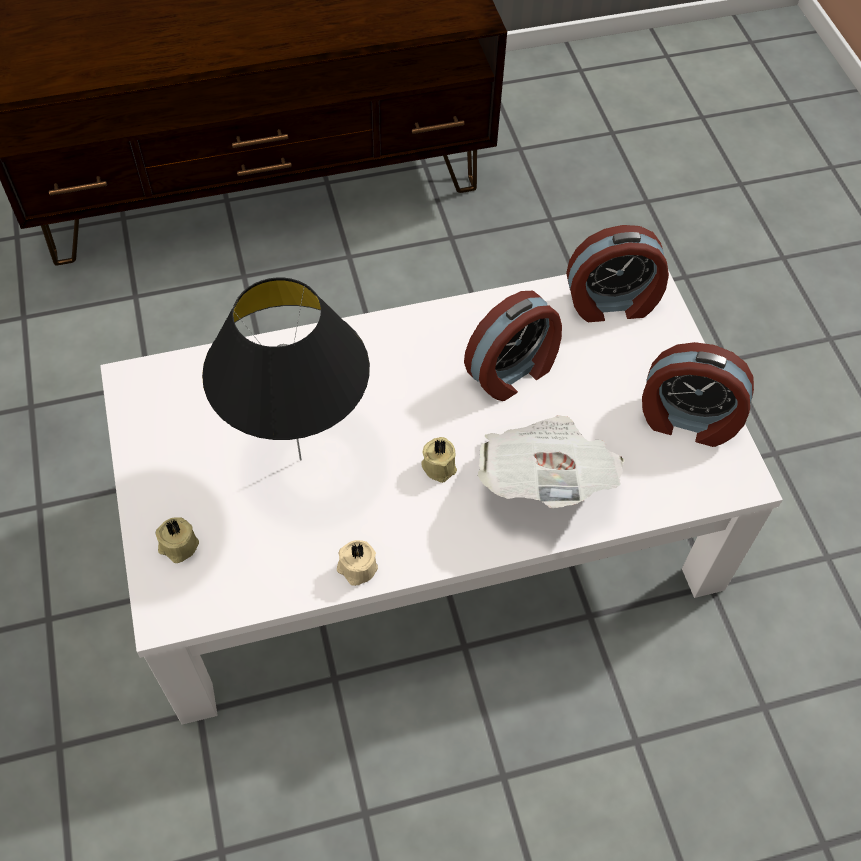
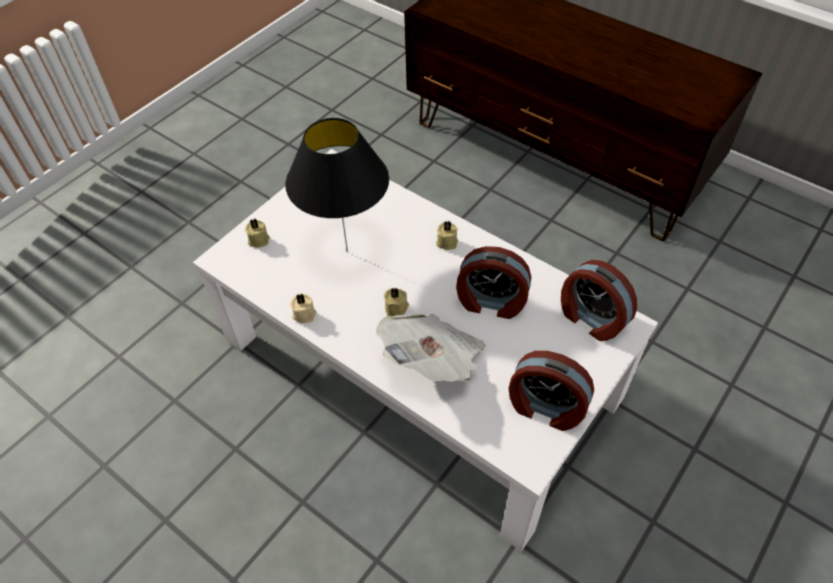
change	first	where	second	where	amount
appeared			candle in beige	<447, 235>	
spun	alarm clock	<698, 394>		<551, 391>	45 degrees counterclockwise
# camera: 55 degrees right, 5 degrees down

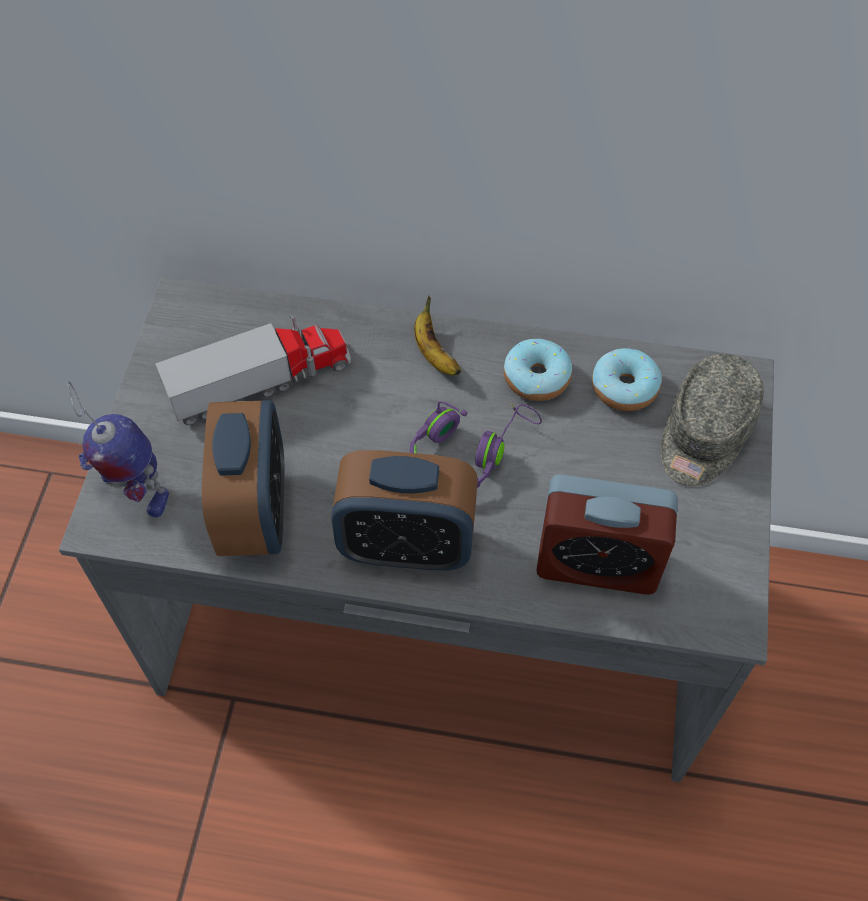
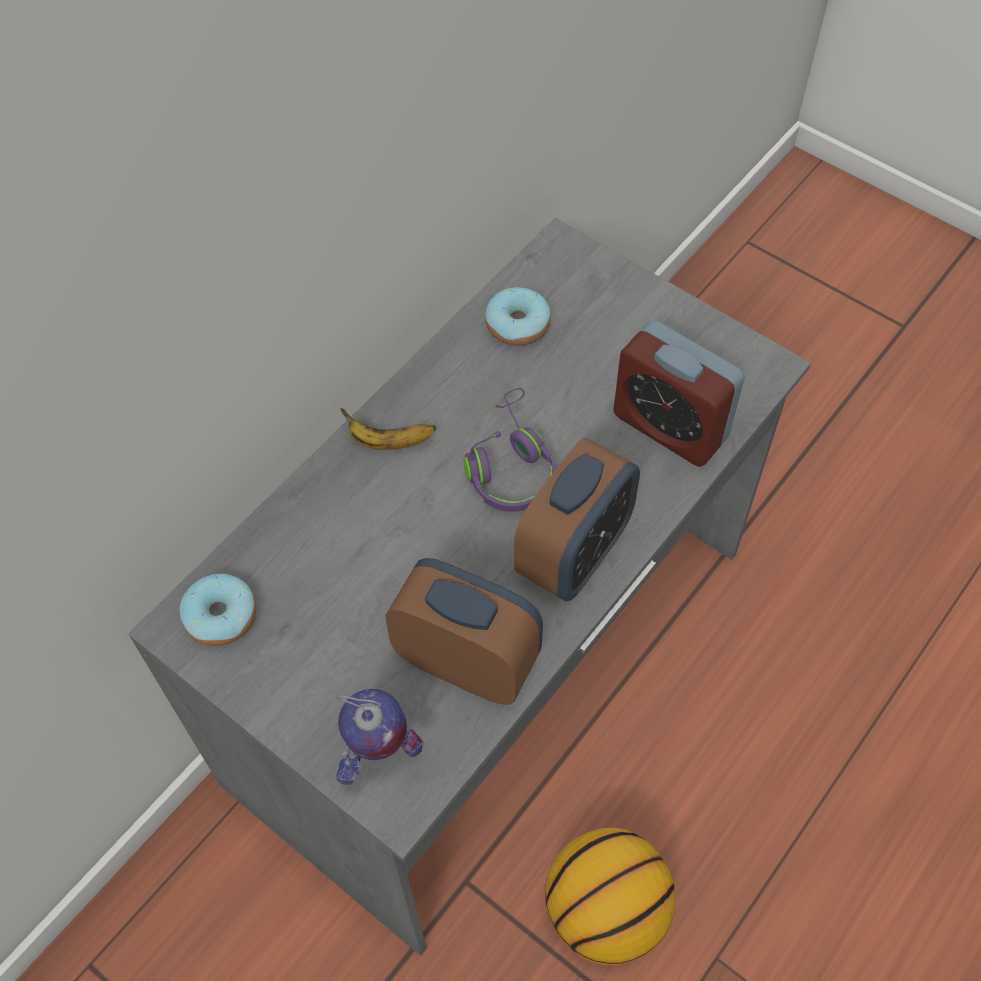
change	first	where	second	where	amount
relocated	donut	<538, 370>		<218, 610>	
appeared			basketball	<610, 896>	
spun	alarm clock	<607, 534>		<679, 393>	90 degrees clockwise
missing	toy truck	<253, 370>			
missing	cap in grey	<712, 420>			
# camera: 60 degrees left, 0 degrees up

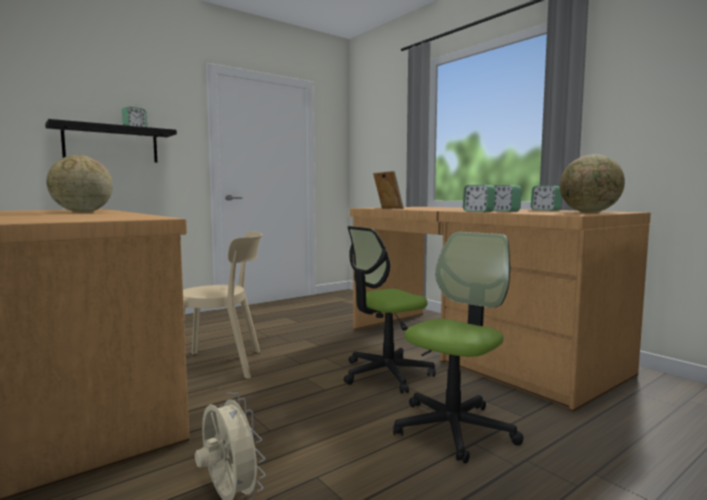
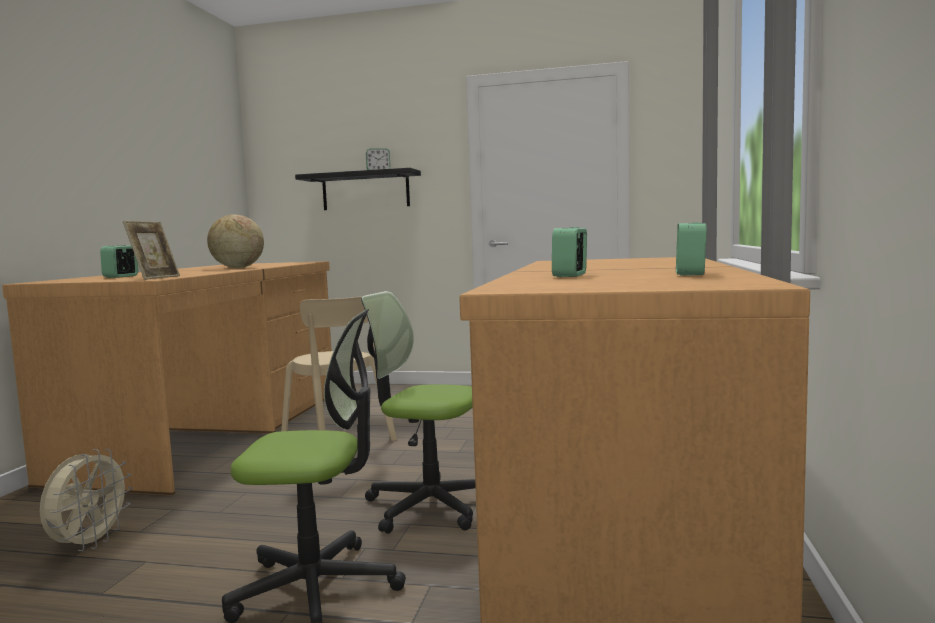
change	first	where	second	where	amount
relocated	alarm clock	<479, 198>		<119, 261>	
relocated	picture frame	<388, 190>		<151, 250>	
missing	globe	<592, 183>			
# camera: 50 degrees right, 0 degrees up

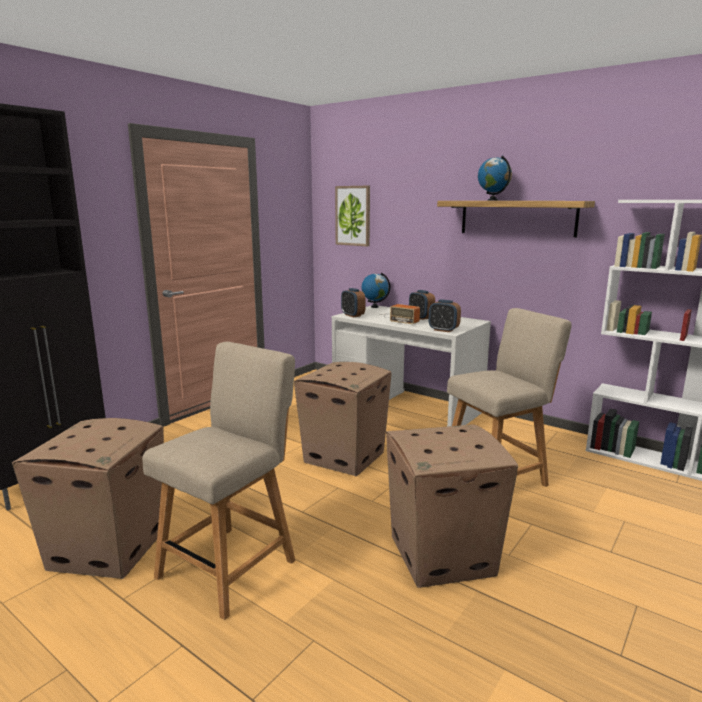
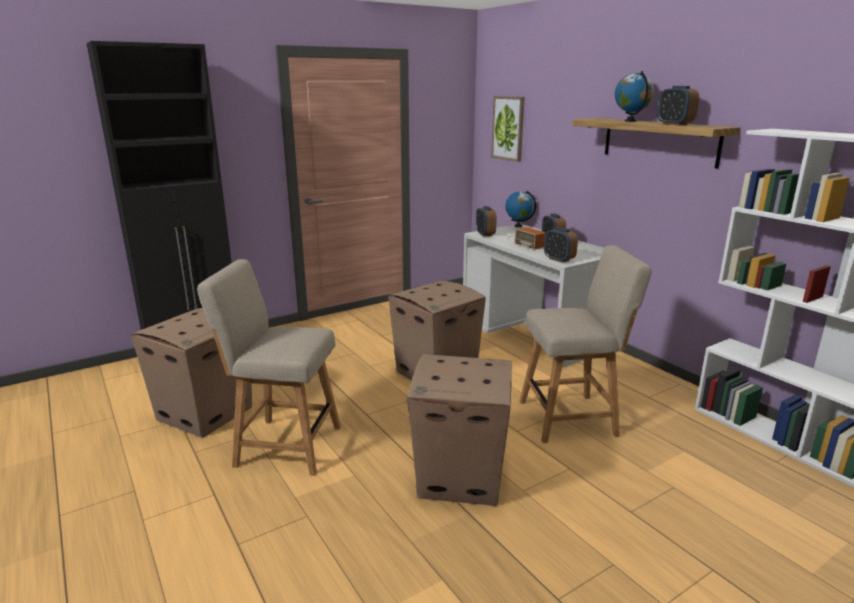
change	first	where	second	where	amount
spun	chair in beige	<218, 481>		<269, 367>	135 degrees counterclockwise
appeared			alarm clock	<678, 105>	
# camera: 20 degrees right, 5 degrees up

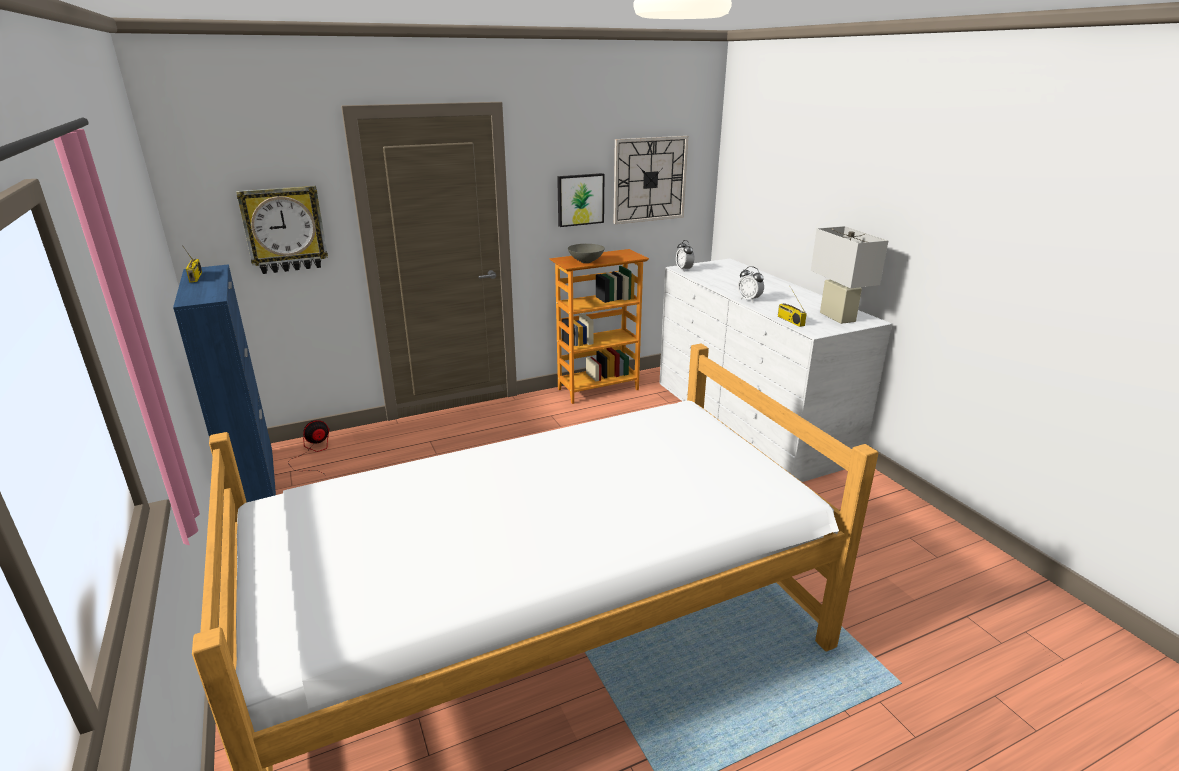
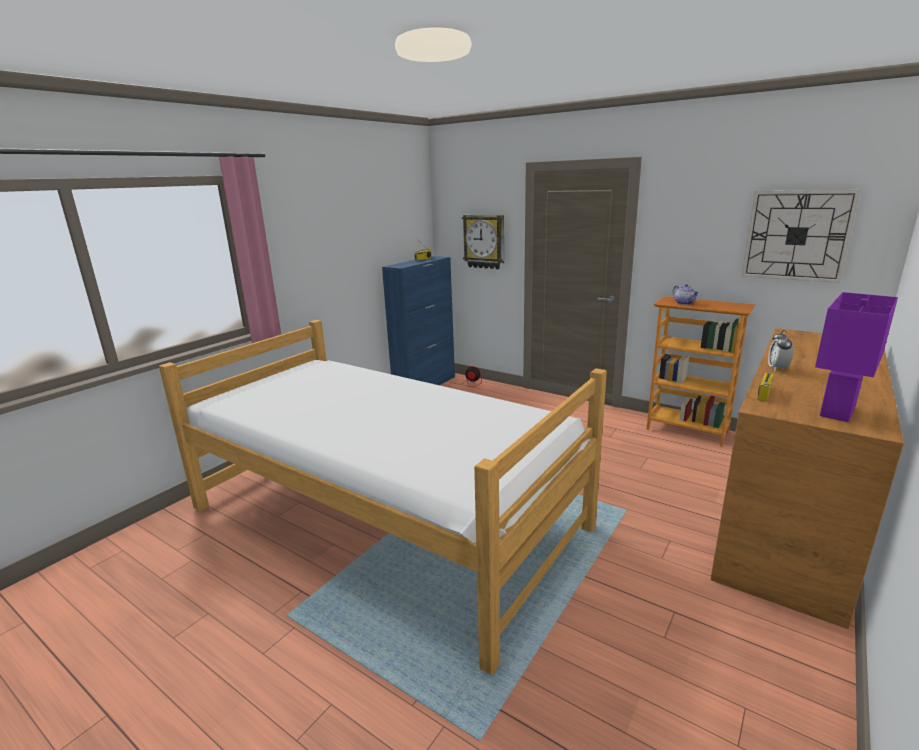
change	first	where	second	where	amount
exchanged	bowl in grey	<586, 253>	teapot	<685, 294>	
colour	dresser in white	<776, 370>	dresser in brown	<807, 478>	
colour	table lamp in white	<849, 275>	table lamp in purple	<856, 357>	
missing	picture	<580, 200>			
missing	alarm clock	<685, 255>			
# camera: 60 degrees right, 5 degrees down

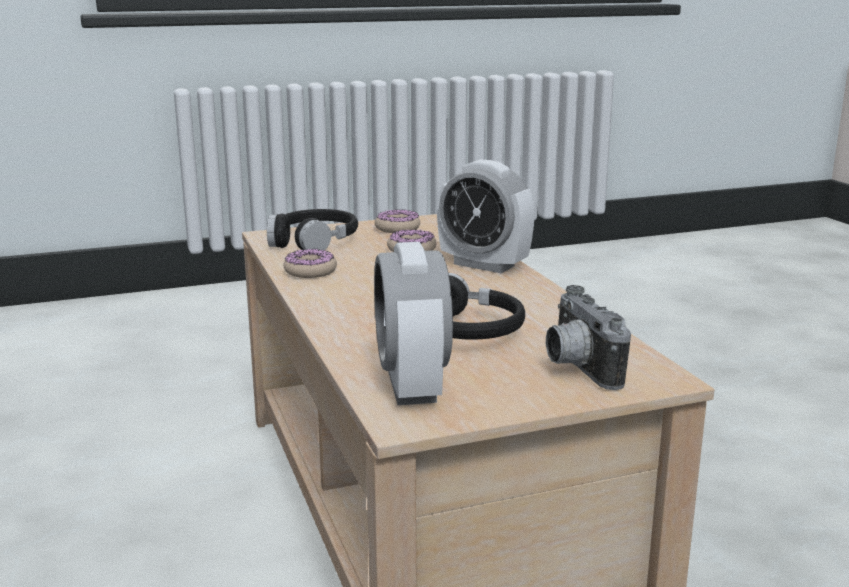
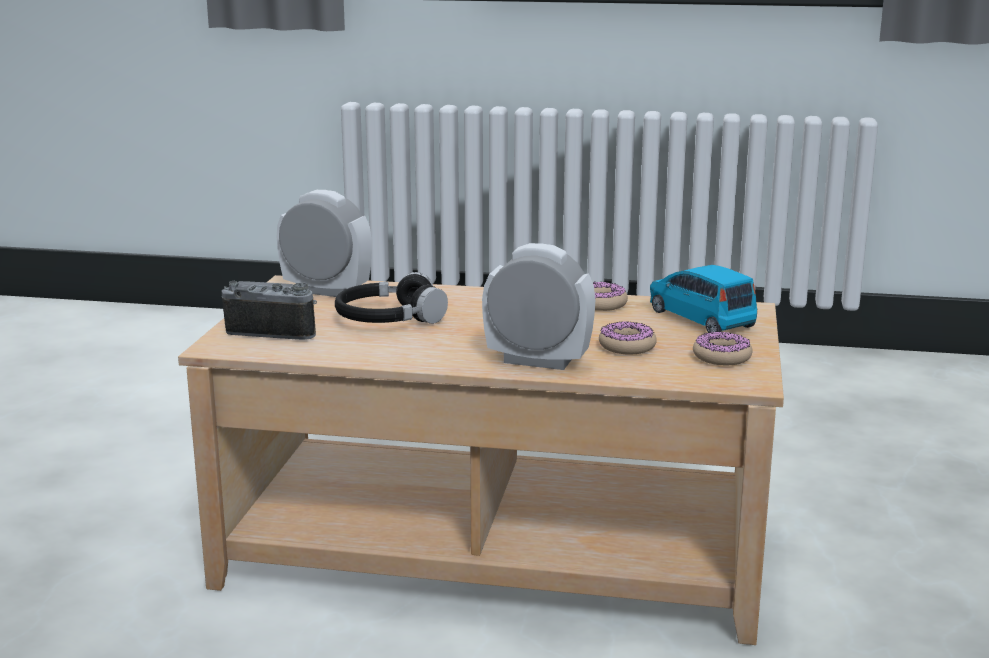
change	first	where	second	where	amount
spun	alarm clock	<486, 216>		<538, 306>	45 degrees clockwise
exchanged	headphones in black	<312, 229>	toy car in blue	<703, 299>	
# camera: 120 degrees right, 0 degrees up

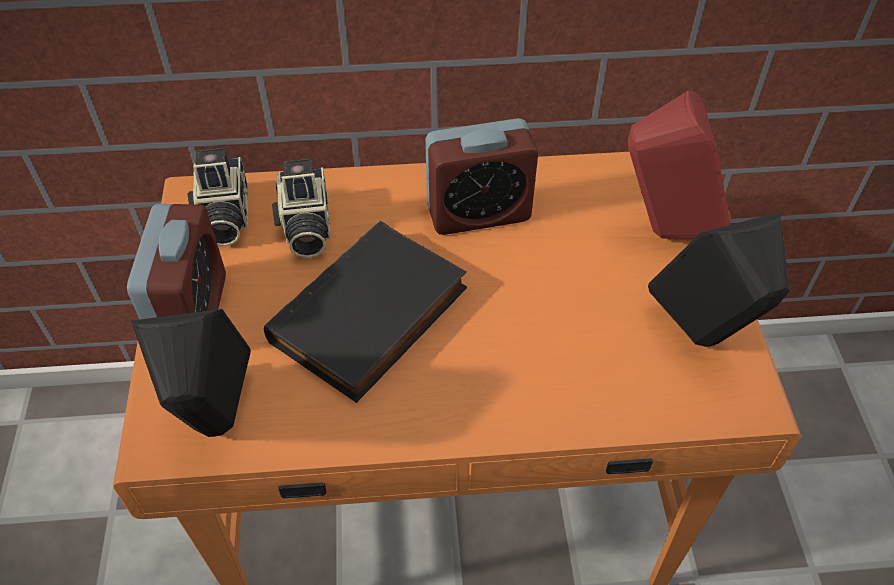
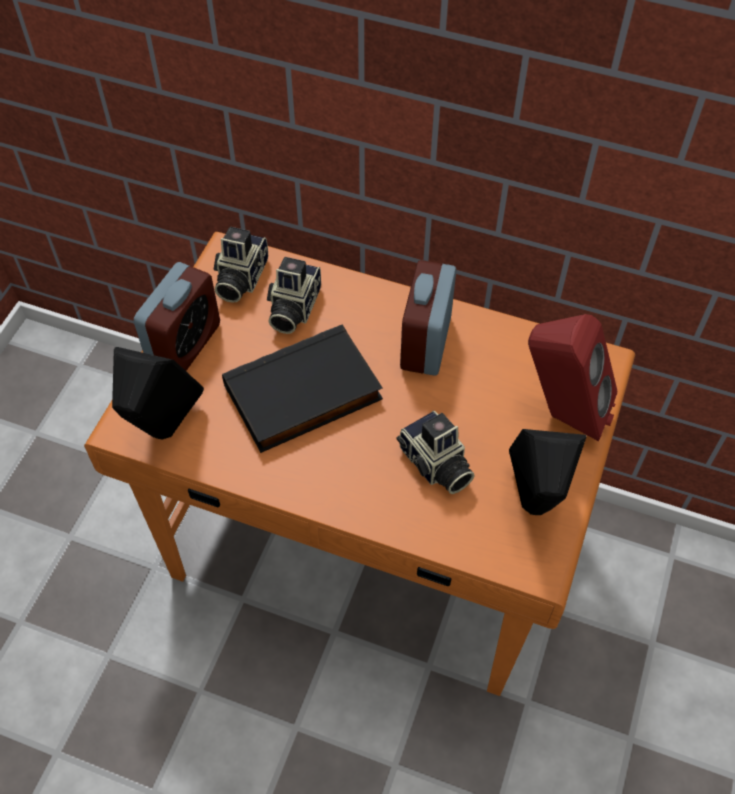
change	first	where	second	where	amount
appeared			photo camera	<435, 452>	
spun	alarm clock	<482, 176>		<428, 318>	90 degrees clockwise
# camera: 25 degrees right, 5 degrees up

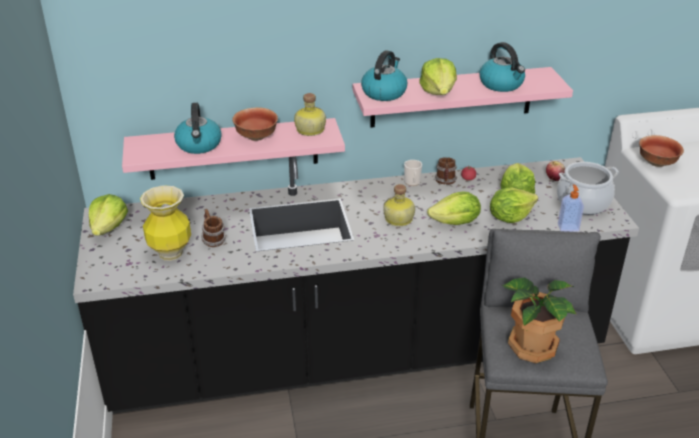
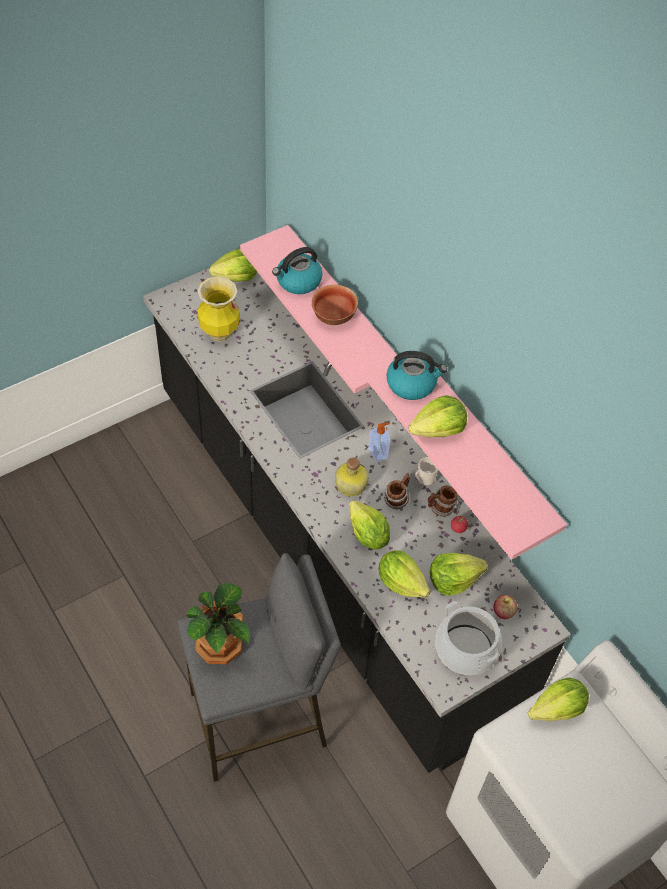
change	first	where	second	where	amount
relocated	soap dispenser	<571, 208>		<379, 442>	
relocated	mug	<213, 228>		<397, 491>	
exchanged	bowl	<661, 151>	lettuce	<558, 699>	
missing	bottle	<310, 114>			
missing	kettle	<502, 67>			
# camera: 65 degrees right, 20 degrees up

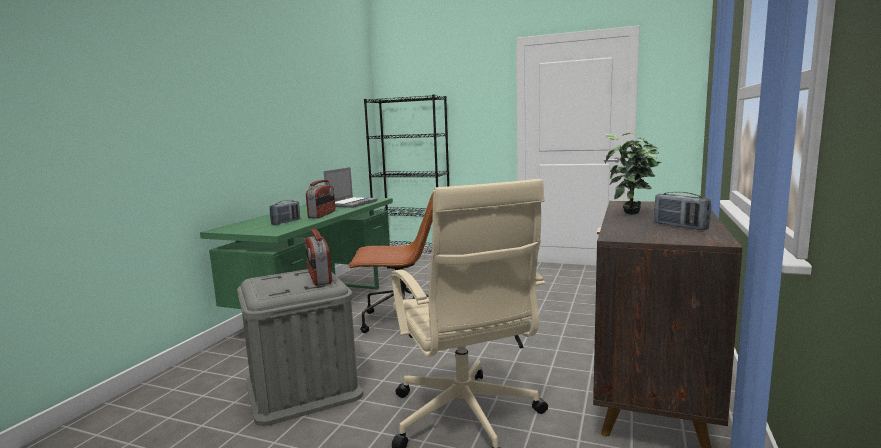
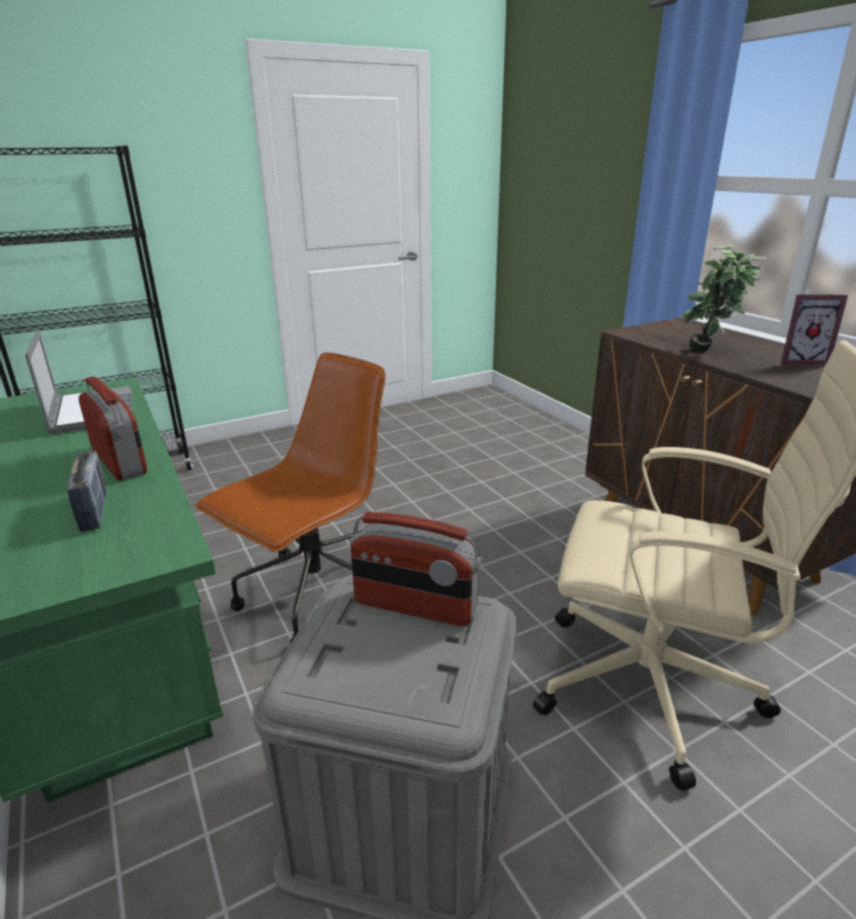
change	first	where	second	where	amount
exchanged	radio	<682, 211>	picture frame	<814, 329>	
# camera: 50 degrees left, 15 degrees up

